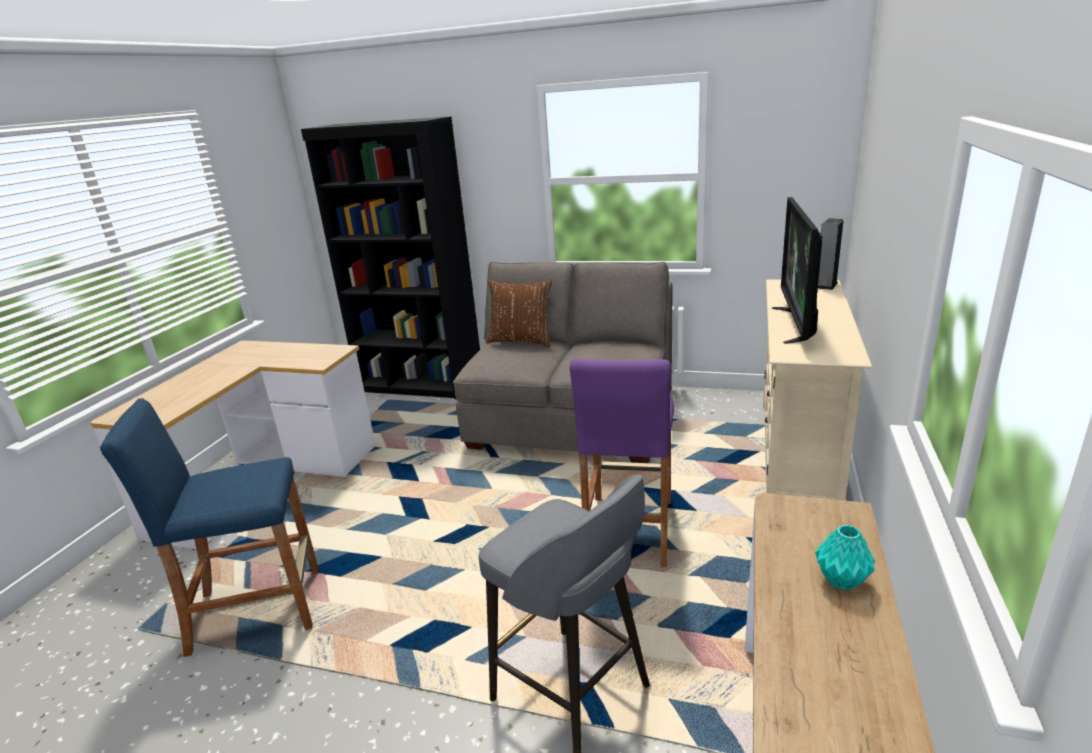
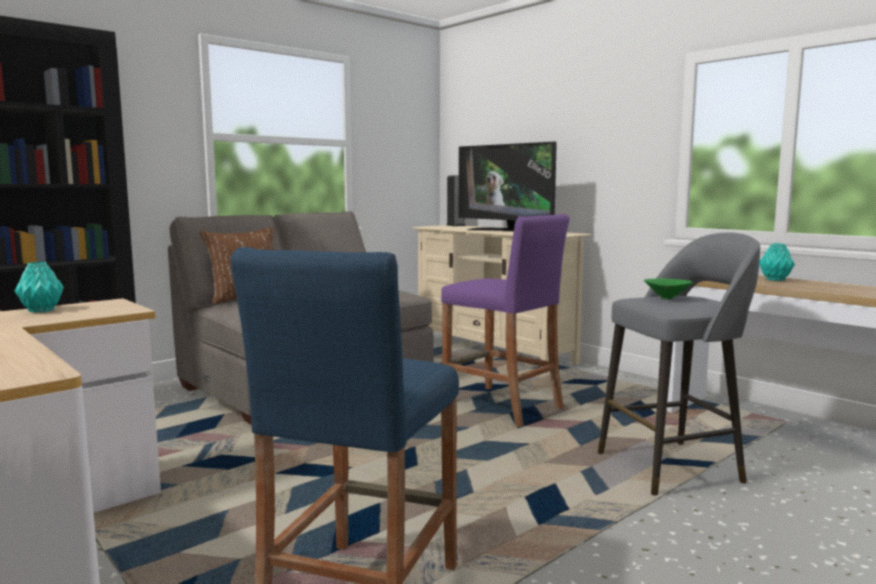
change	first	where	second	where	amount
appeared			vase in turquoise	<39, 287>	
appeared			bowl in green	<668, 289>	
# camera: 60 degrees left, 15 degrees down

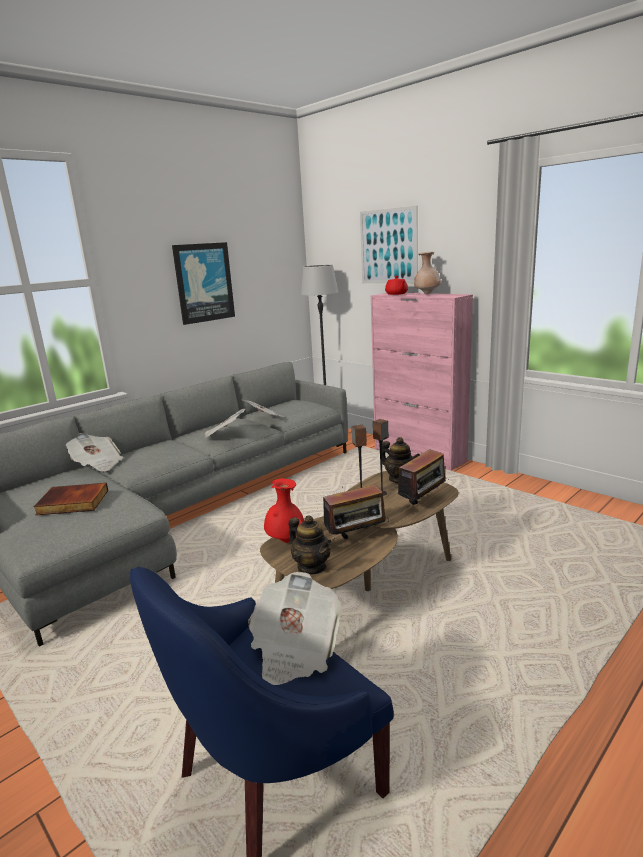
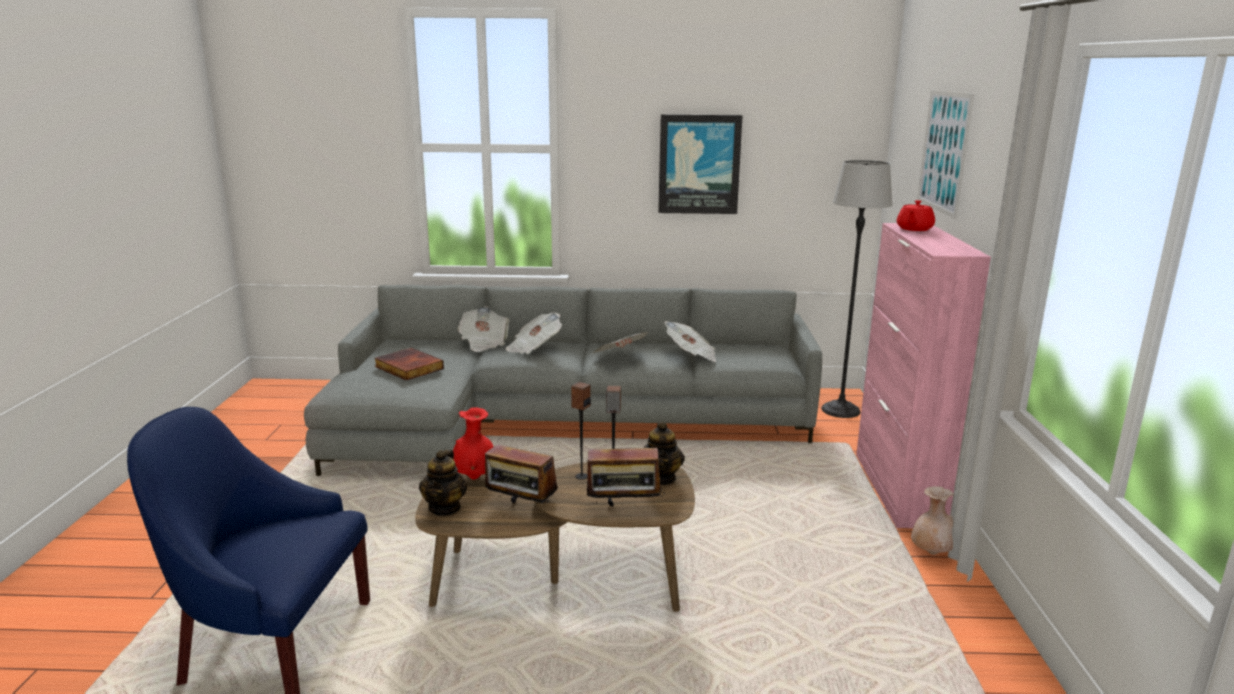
change	first	where	second	where	amount
relocated	newspaper	<295, 628>		<534, 333>	
relocated	vase in beige	<427, 272>		<932, 520>	
# camera: 45 degrees right, 0 degrees up

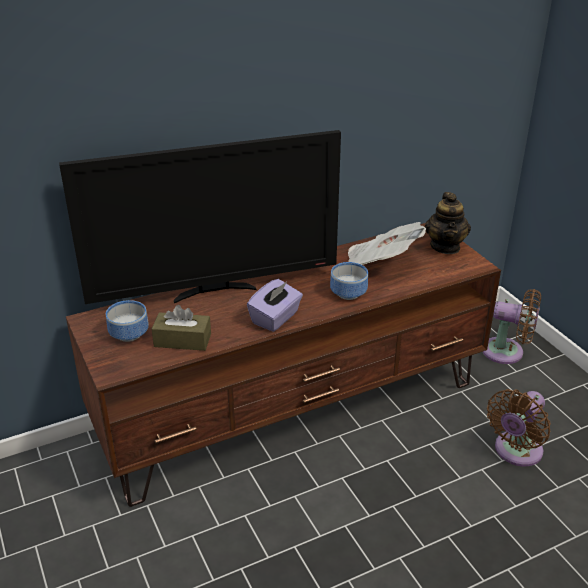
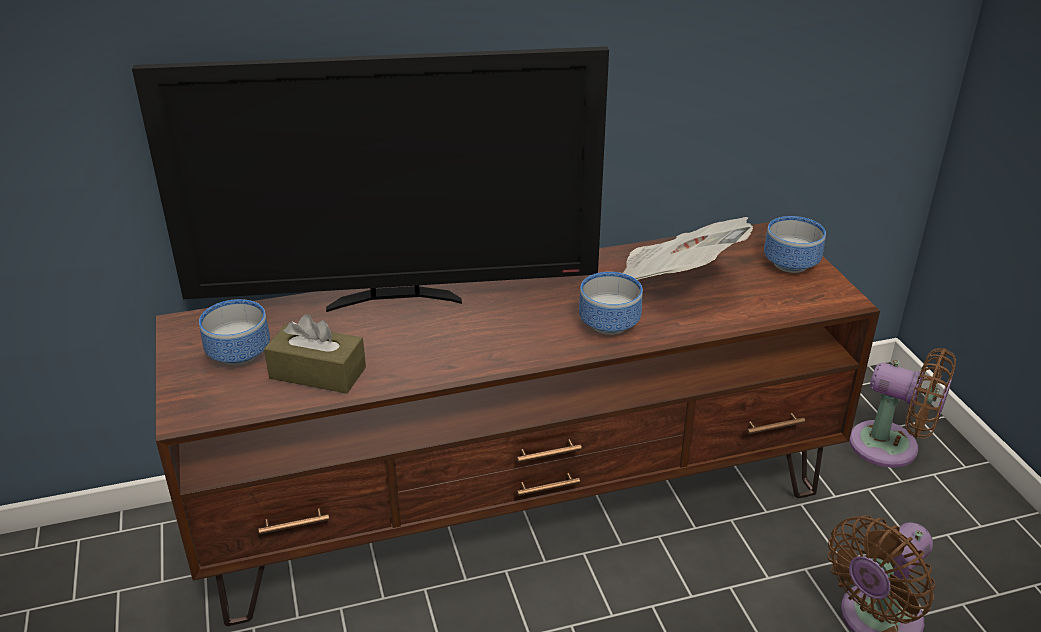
change	first	where	second	where	amount
exchanged	teapot	<448, 223>	bowl	<795, 244>	
missing	tissue box in purple	<275, 305>			
# camera: 10 degrees right, 0 degrees up

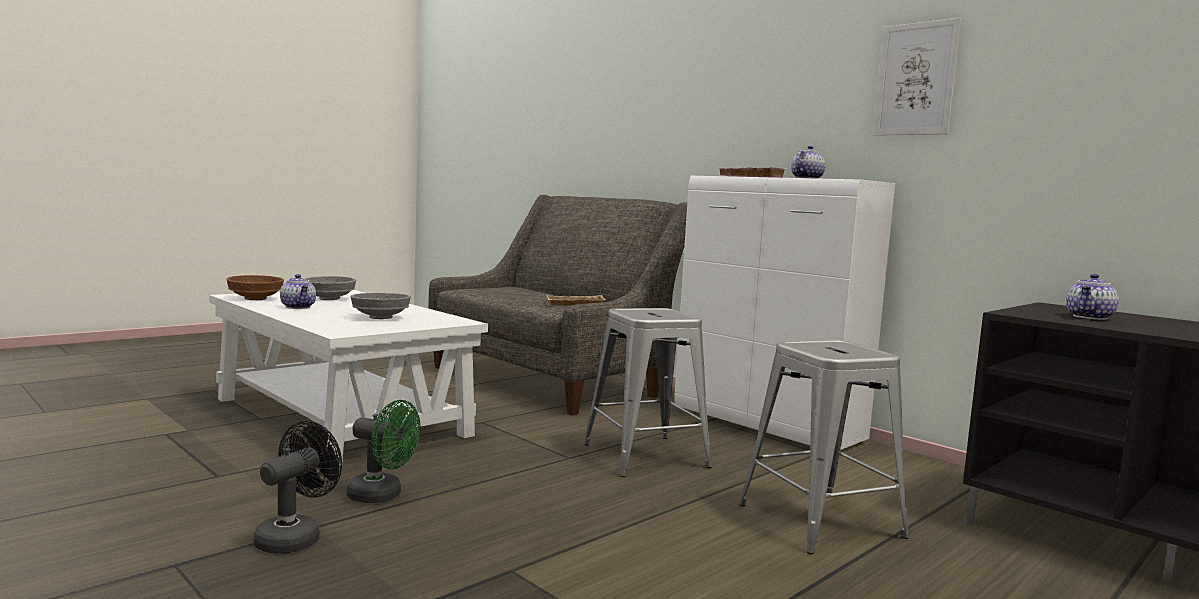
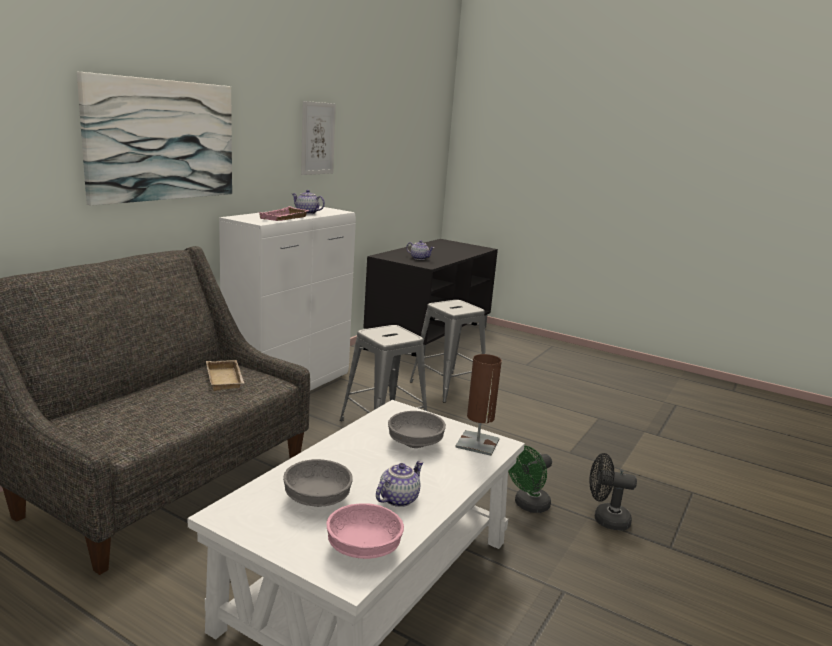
change	first	where	second	where	amount
appeared			picture	<154, 139>	
colour	bowl in brown	<255, 287>	bowl in pink	<365, 531>	
appeared			table lamp in brown	<478, 405>	
spun	fan in green	<384, 451>		<530, 479>	135 degrees counterclockwise
# camera: 105 degrees left, 10 degrees up

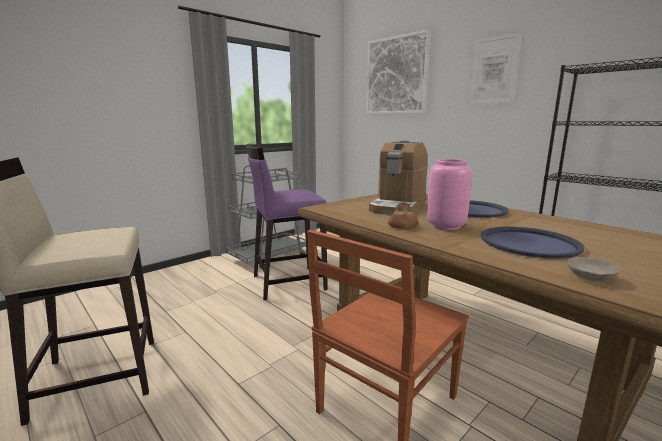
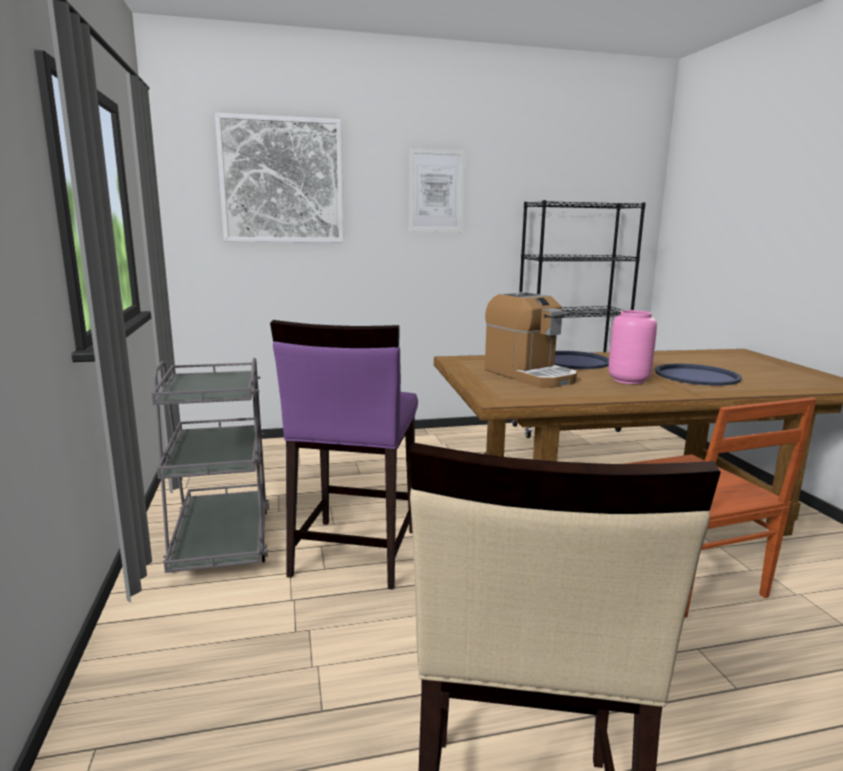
change	first	where	second	where	amount
missing	bread	<403, 215>			
missing	bowl in beige	<593, 269>			
# camera: 60 degrees left, 0 degrees up

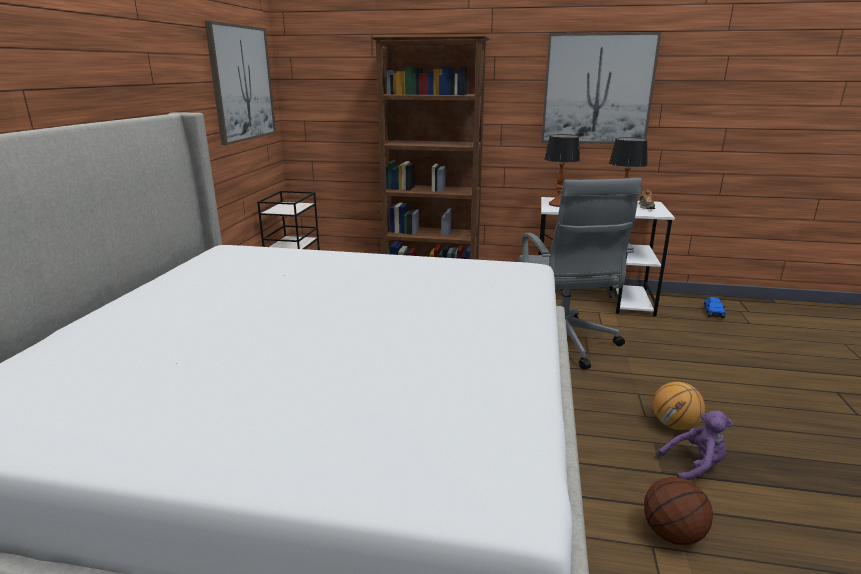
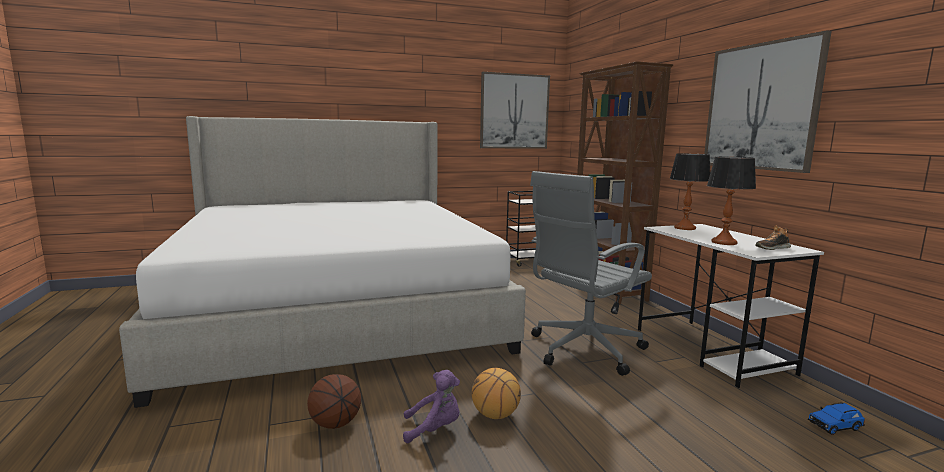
change	first	where	second	where	amount
spun	plush toy in purple	<695, 445>		<431, 406>	60 degrees counterclockwise
# camera: 60 degrees right, 10 degrees down

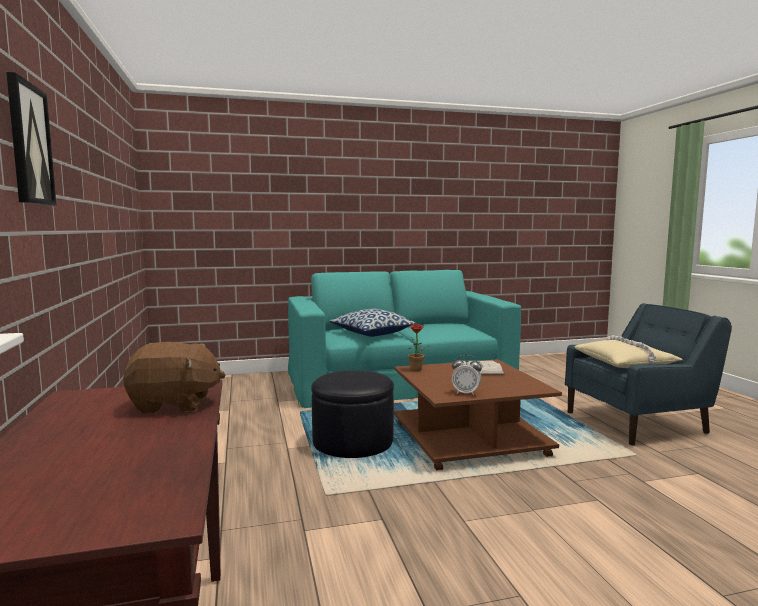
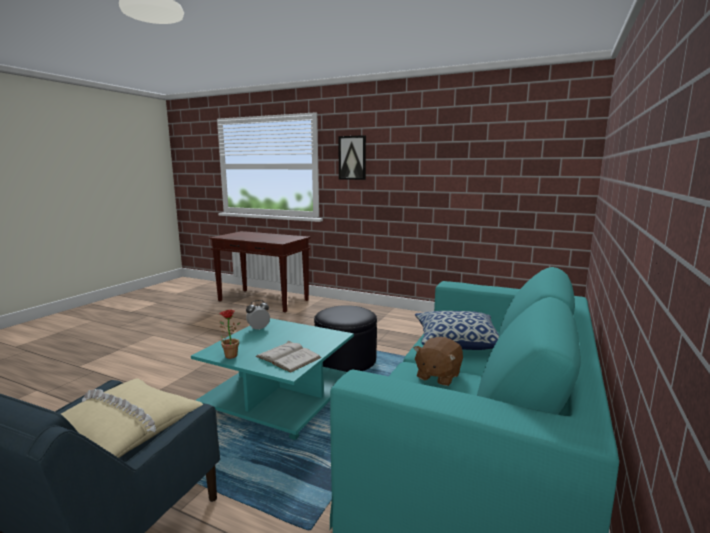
change	first	where	second	where	amount
colour	coffee table in brown	<478, 414>	coffee table in turquoise	<272, 379>	
relocated	potted plant	<418, 347>		<230, 334>	
relocated	plush toy in brown	<174, 378>		<438, 361>	
# camera: 130 degrees right, 5 degrees up

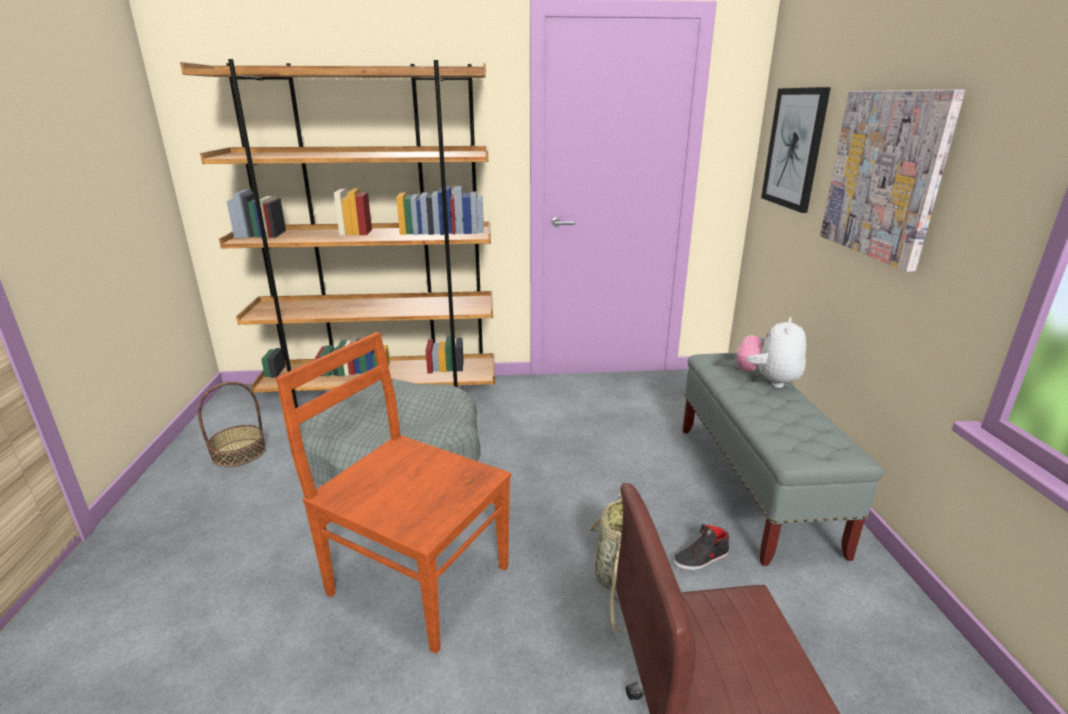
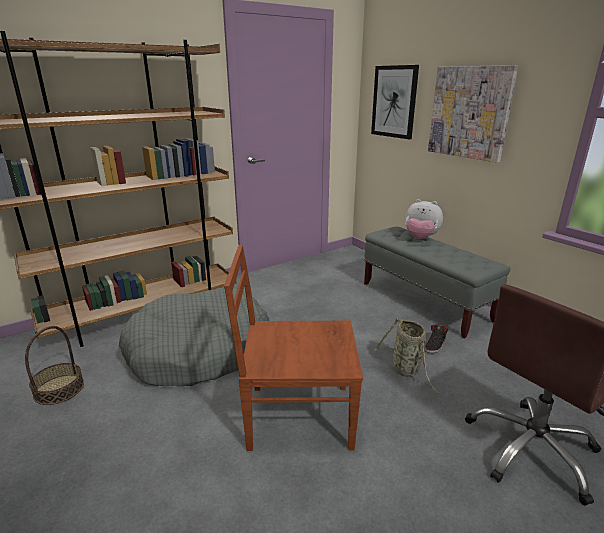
change	first	where	second	where	amount
spun	plush toy	<771, 352>		<424, 219>	60 degrees counterclockwise
# camera: 30 degrees left, 0 degrees up

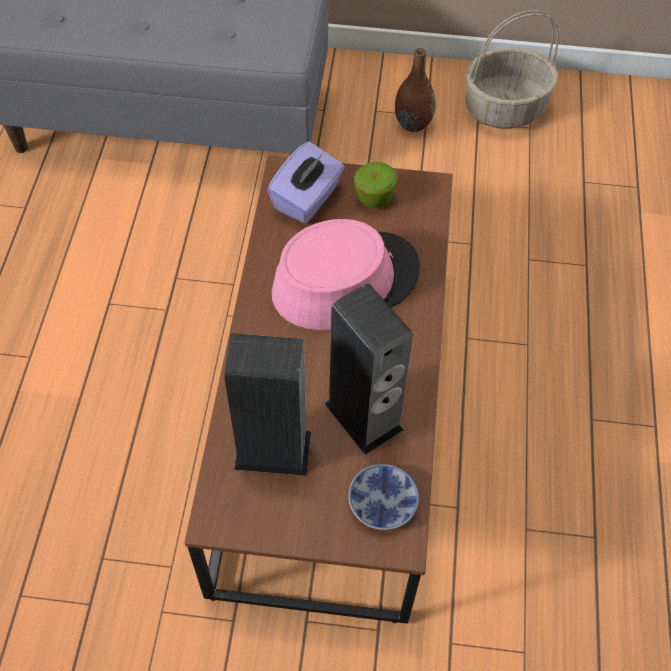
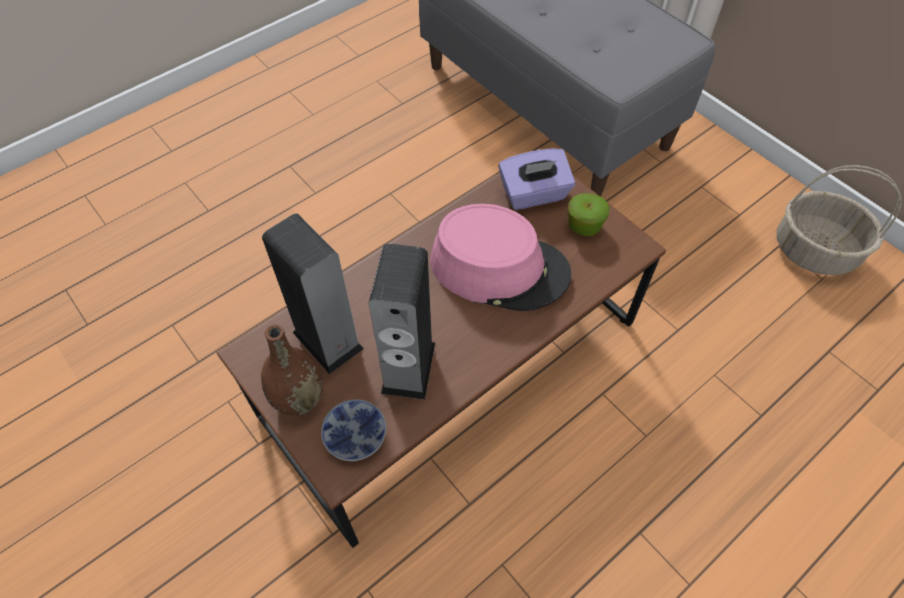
change	first	where	second	where	amount
relocated	vase in brown	<415, 90>		<292, 370>	
# camera: 45 degrees right, 0 degrees up

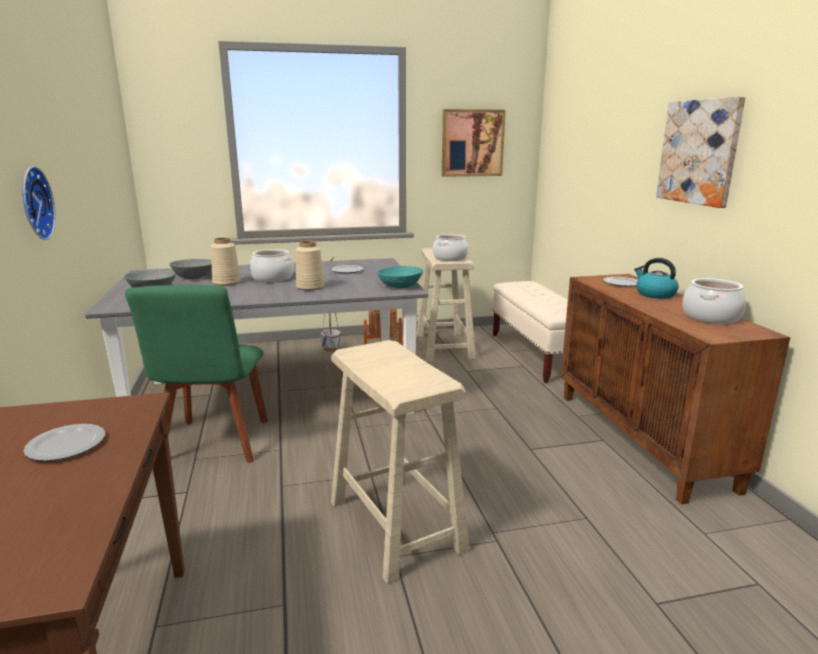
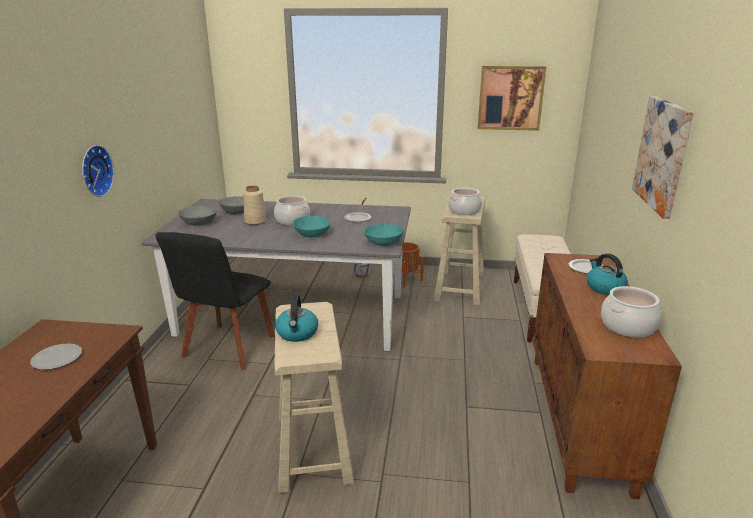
change	first	where	second	where	amount
colour	chair in green	<196, 374>	chair in black	<215, 301>	
appeared			kettle	<296, 318>	
exchanged	vase in beige	<310, 266>	bowl in turquoise	<311, 227>	
# camera: 20 degrees right, 5 degrees up

